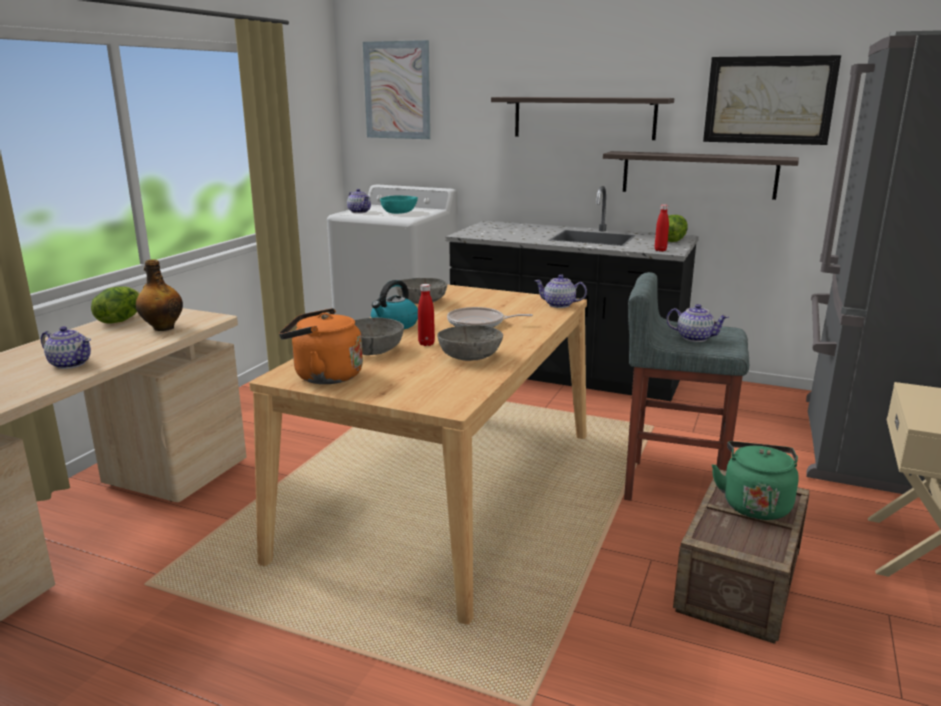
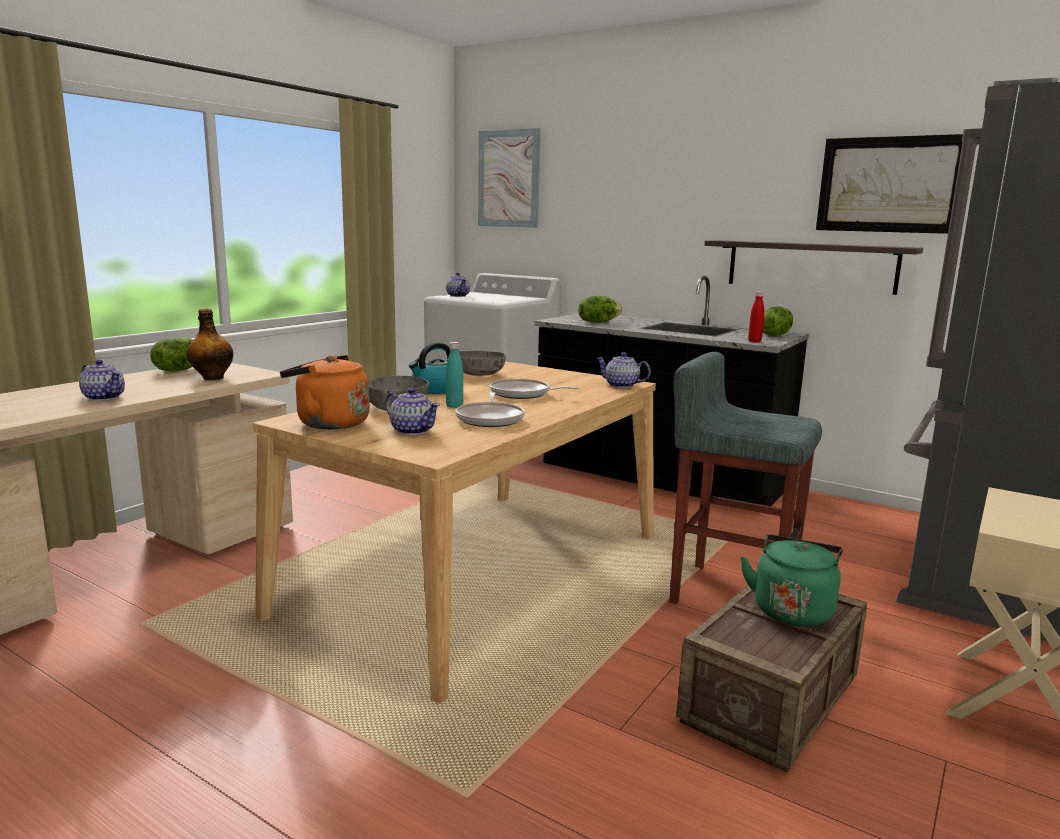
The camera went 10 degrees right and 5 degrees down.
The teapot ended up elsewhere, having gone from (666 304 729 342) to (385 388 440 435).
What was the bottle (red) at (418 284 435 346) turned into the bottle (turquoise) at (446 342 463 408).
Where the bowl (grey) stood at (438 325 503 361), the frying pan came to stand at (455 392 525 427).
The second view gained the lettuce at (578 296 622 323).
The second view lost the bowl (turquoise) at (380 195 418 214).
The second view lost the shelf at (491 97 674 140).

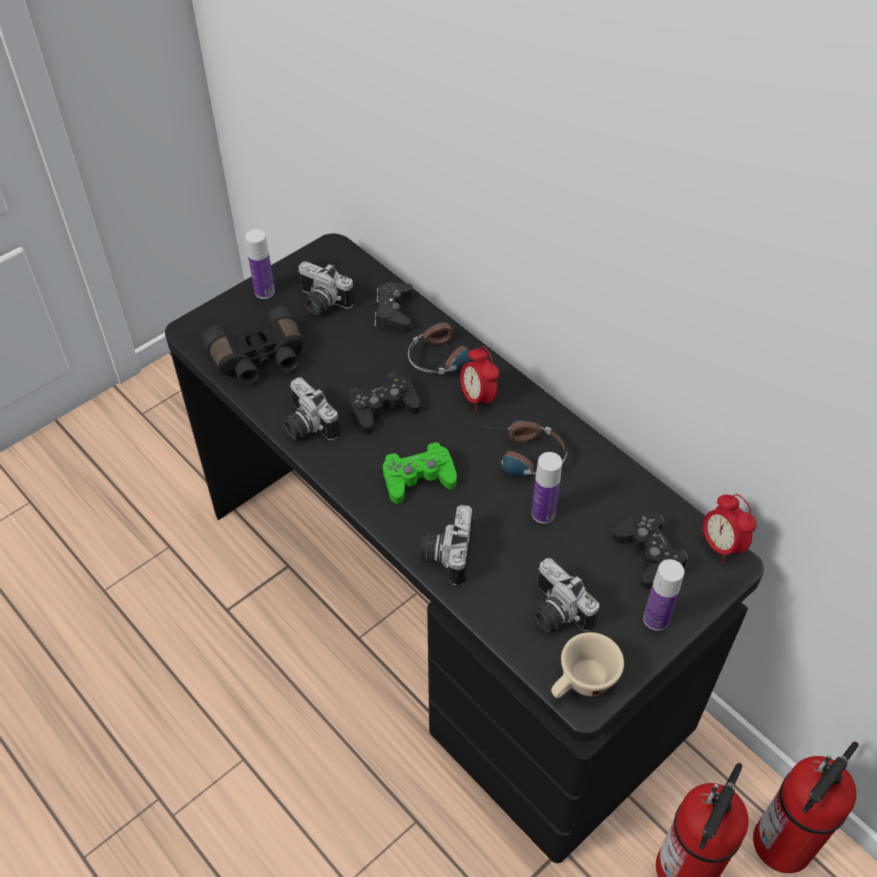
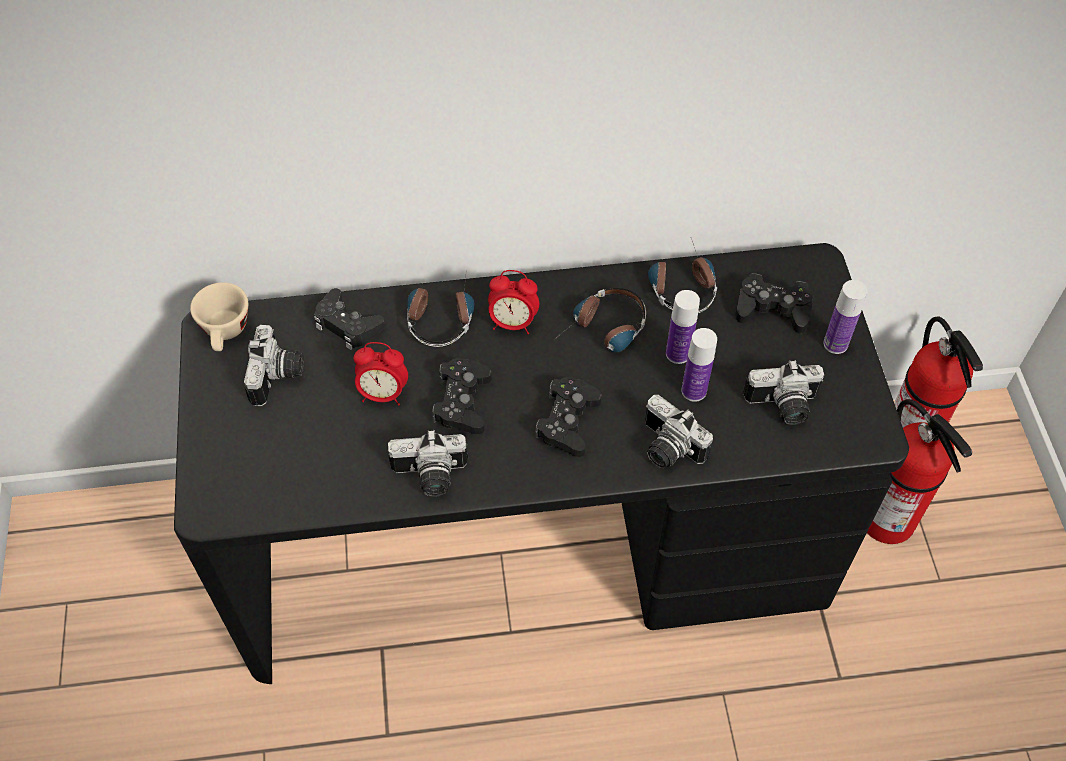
The camera went 55 degrees left and 5 degrees up.
The cup (beige) ended up elsewhere, having gone from (551 632 624 698) to (190 282 248 351).
The photo camera at (298 261 354 315) ended up facing another way, 60 degrees counterclockwise from before.
The alarm clock ended up elsewhere, having gone from (701 494 757 563) to (353 342 408 405).
What was the game controller (green) at (383 442 457 504) turned into the game controller (black) at (535 377 601 457).
The second view gained the headphones at (648 238 717 314).
The bottle ended up elsewhere, having gone from (245 229 275 299) to (681 328 717 402).
The second view lost the binoculars (black) at (202 306 303 385).

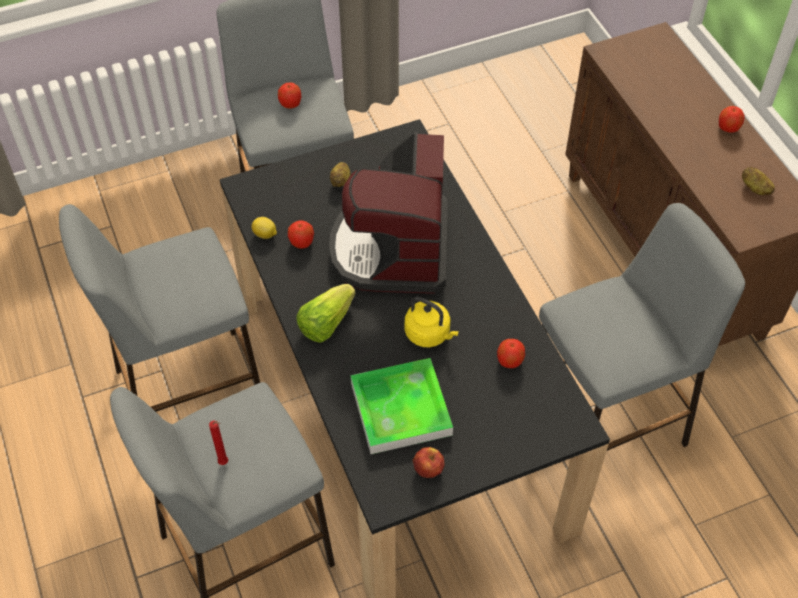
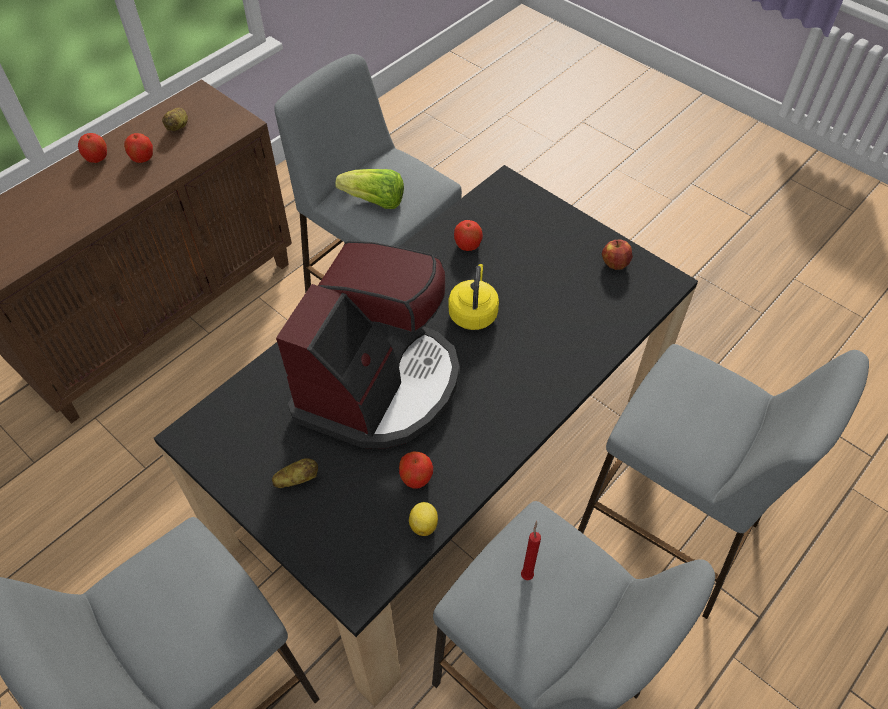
The camera went 115 degrees left and 0 degrees up.
The apple ended up elsewhere, having gone from (278 83 301 109) to (124 133 153 163).
The coffee machine at (329 132 448 294) ended up facing another way, 45 degrees counterclockwise from before.
The lettuce ended up elsewhere, having gone from (296 284 356 343) to (335 169 404 209).
The candle (red) ended up elsewhere, having gone from (209 420 228 465) to (521 521 541 580).
The second view lost the tray at (351 358 453 454).

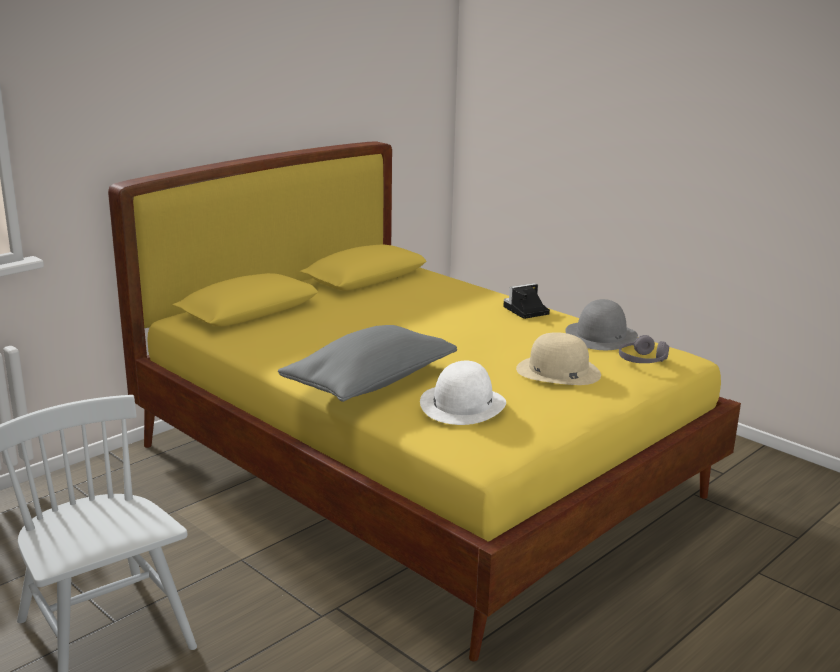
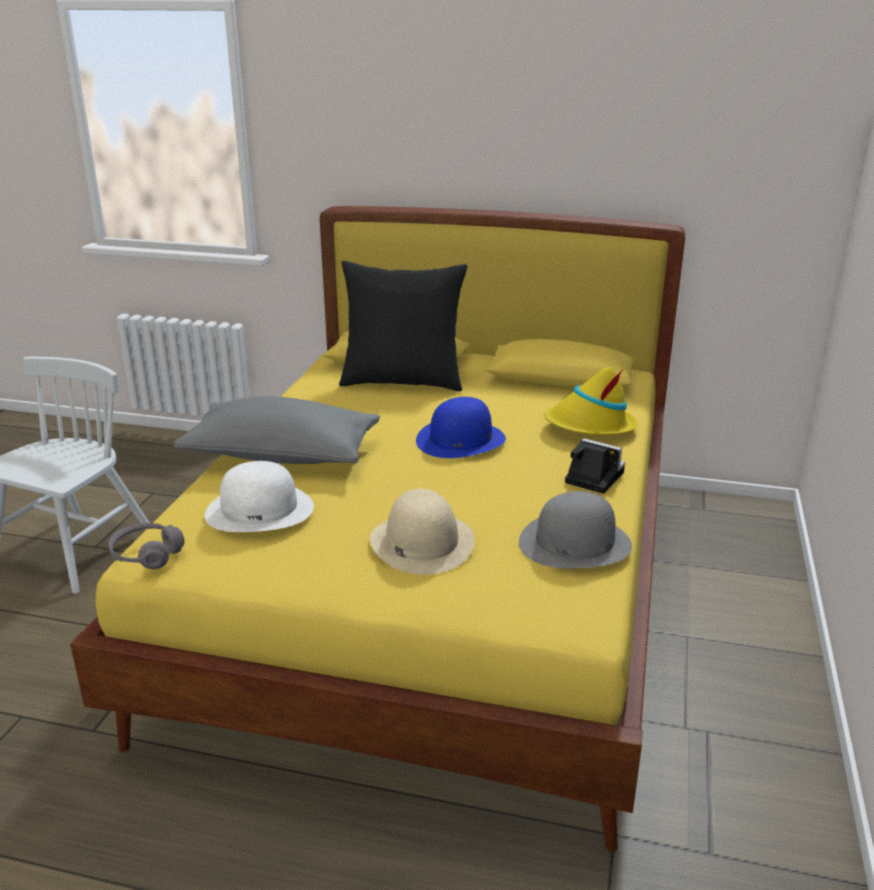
The camera went 60 degrees right and 5 degrees up.
The headphones (grey) ended up elsewhere, having gone from (619 335 669 363) to (109 523 185 569).
The second view gained the pillow (black) at (339 261 467 391).
The second view gained the hat (blue) at (416 397 506 458).
The second view gained the hat (yellow) at (544 367 637 435).

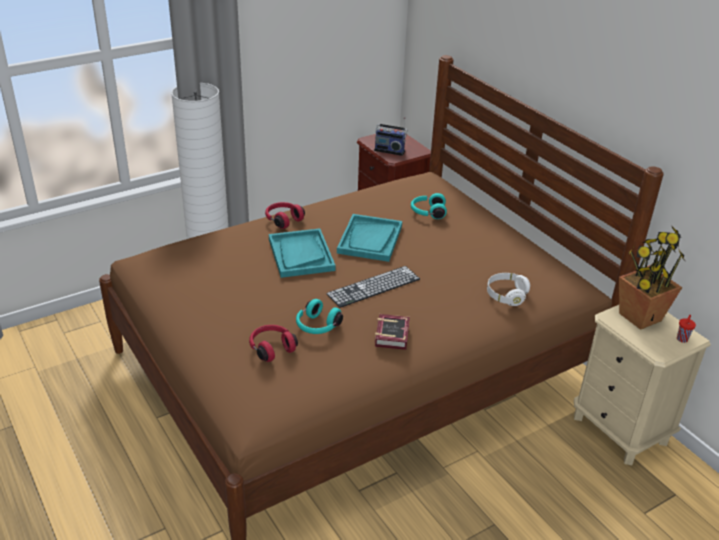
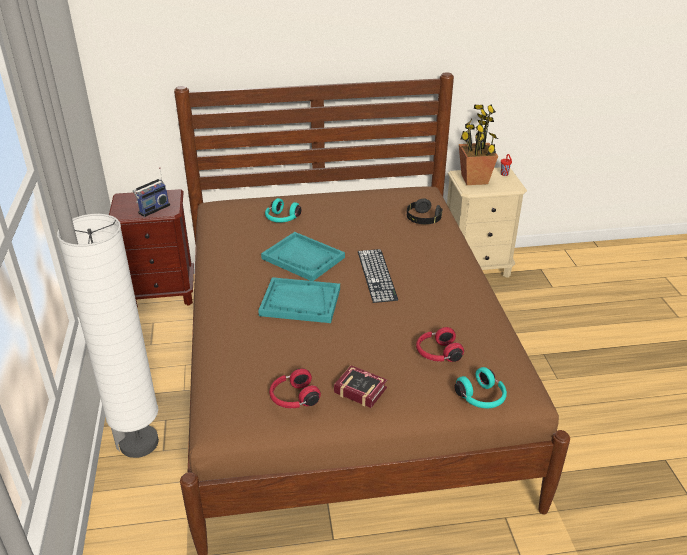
The camera went 65 degrees left and 0 degrees up.
The headphones (red) ended up elsewhere, having gone from (265 202 305 229) to (269 369 321 408).
The book ended up elsewhere, having gone from (375 314 410 350) to (334 365 387 408).
What was the headphones (white) at (487 273 530 306) turned into the headphones (black) at (407 198 442 224).
The headphones (turquoise) ended up elsewhere, having gone from (296 299 343 334) to (454 367 507 408).

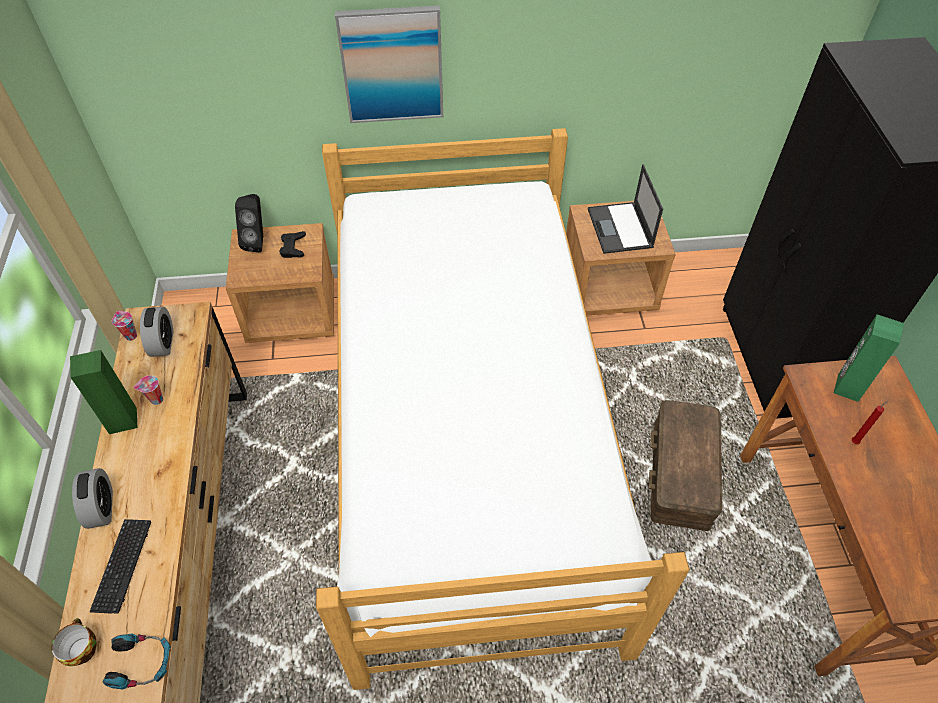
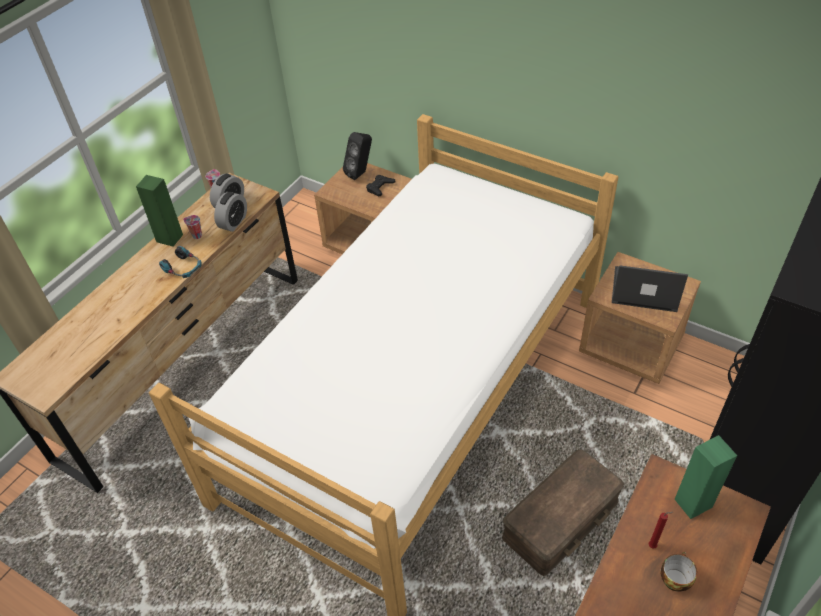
The camera went 40 degrees right and 5 degrees down.
The headphones ended up elsewhere, having gone from (103 633 171 689) to (159 246 202 278).
The alarm clock ended up elsewhere, having gone from (72 468 113 529) to (214 192 247 232).
The laptop at (588 164 663 254) ended up facing another way, 75 degrees clockwise from before.
The cup ended up elsewhere, having gone from (51 618 97 666) to (660 552 697 592).
The second view lost the keyboard at (89 519 151 614).
The second view lost the picture at (335 6 443 123).

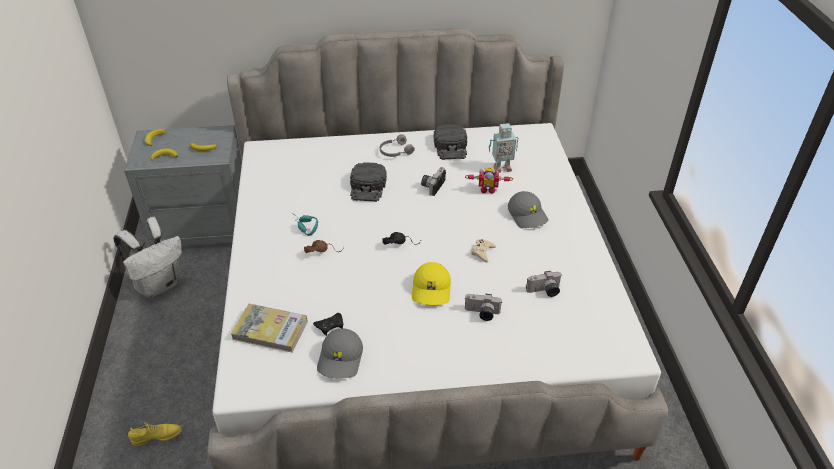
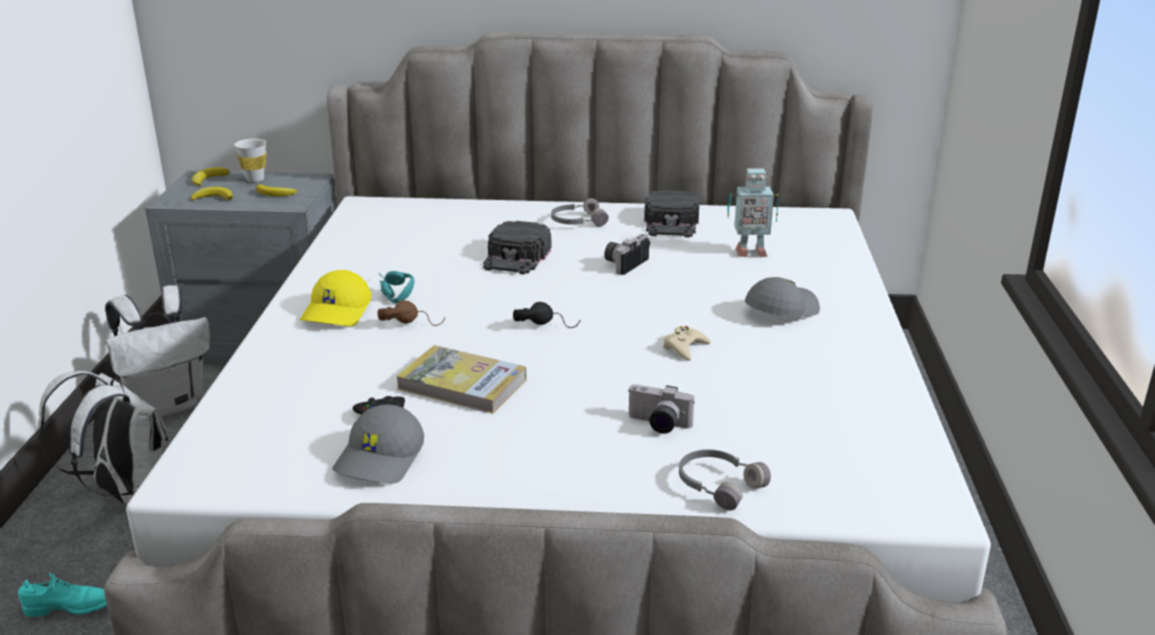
The camera went 10 degrees right and 15 degrees down.
What was the shoe (yellow) at (128 423 182 446) turned into the shoe (turquoise) at (18 573 107 617).
The second view gained the backpack (white) at (38 371 168 505).
The second view gained the cup (white) at (234 139 267 182).
The cap (yellow) ended up elsewhere, having gone from (412 262 451 305) to (299 270 371 326).
The book ended up elsewhere, having gone from (231 304 308 353) to (396 345 527 414).
The second view gained the headphones (grey) at (679 449 771 510).
The cap (grey) at (508 191 549 228) ended up facing another way, 120 degrees counterclockwise from before.
The second view lost the toy robot at (465 167 513 194).
The second view lost the photo camera at (526 271 562 297).

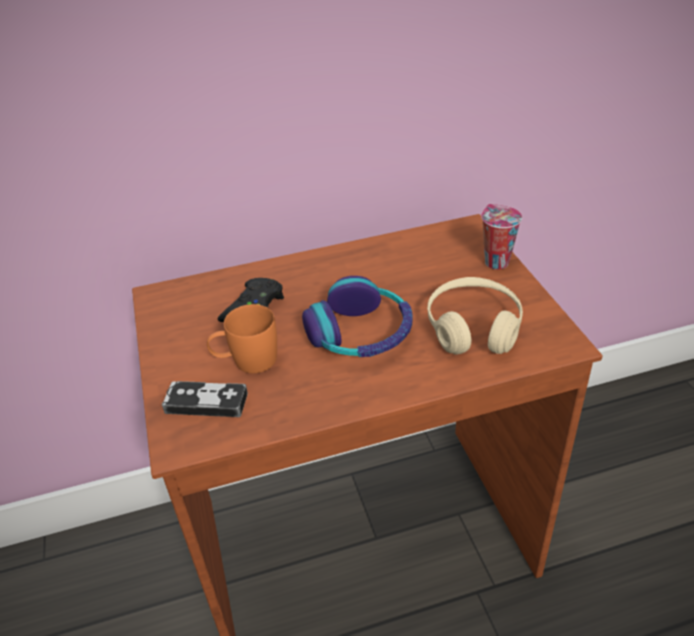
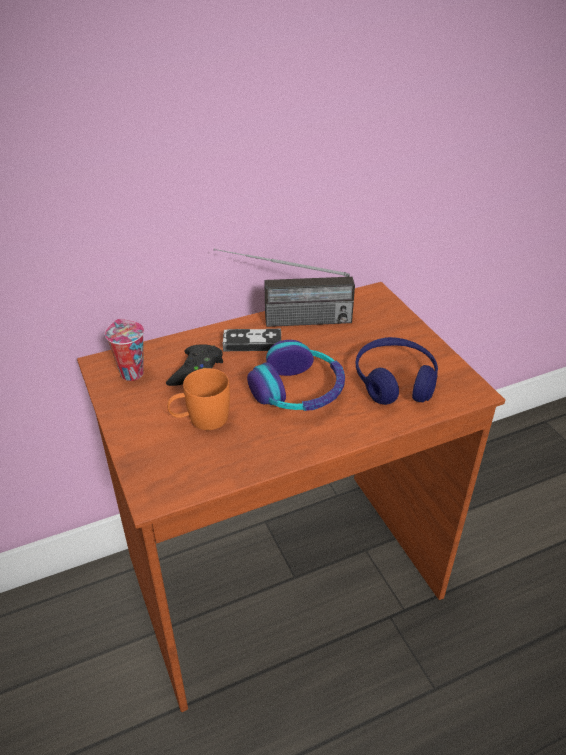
The camera went 10 degrees left and 0 degrees up.
The cup ended up elsewhere, having gone from (481 204 522 270) to (105 319 144 381).
The second view gained the radio at (214 248 355 327).
The game controller ended up elsewhere, having gone from (162 381 248 417) to (223 329 281 351).
What was the headphones (beige) at (427 277 523 355) turned into the headphones (blue) at (355 337 438 405).

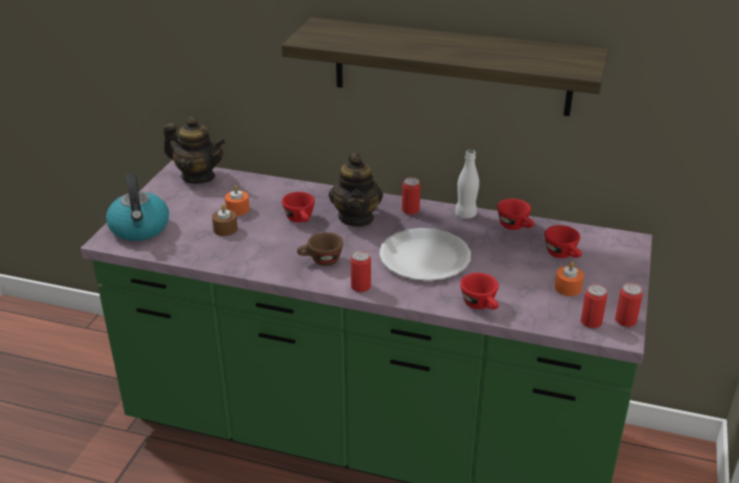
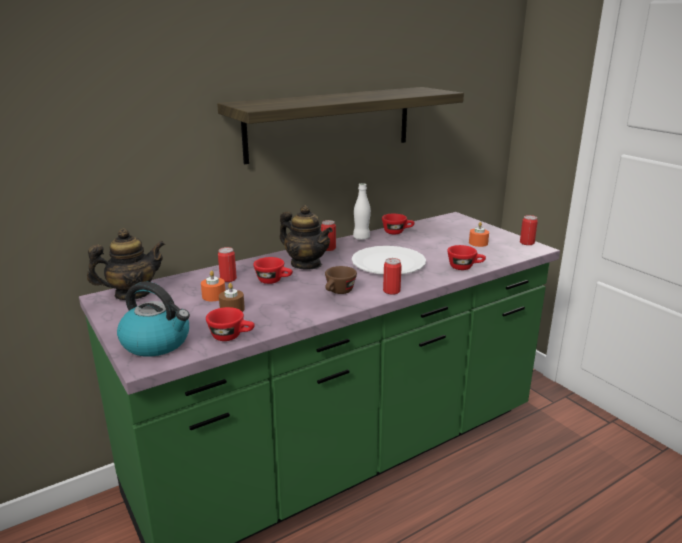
The camera went 50 degrees left and 10 degrees down.
The cup (red) ended up elsewhere, having gone from (544 225 582 258) to (206 307 255 341).
The can ended up elsewhere, having gone from (581 284 607 328) to (218 247 237 282).

